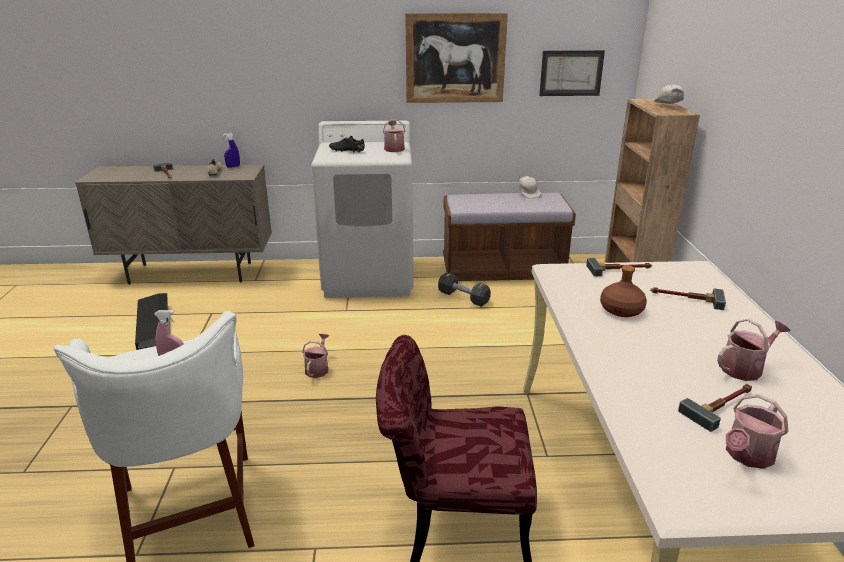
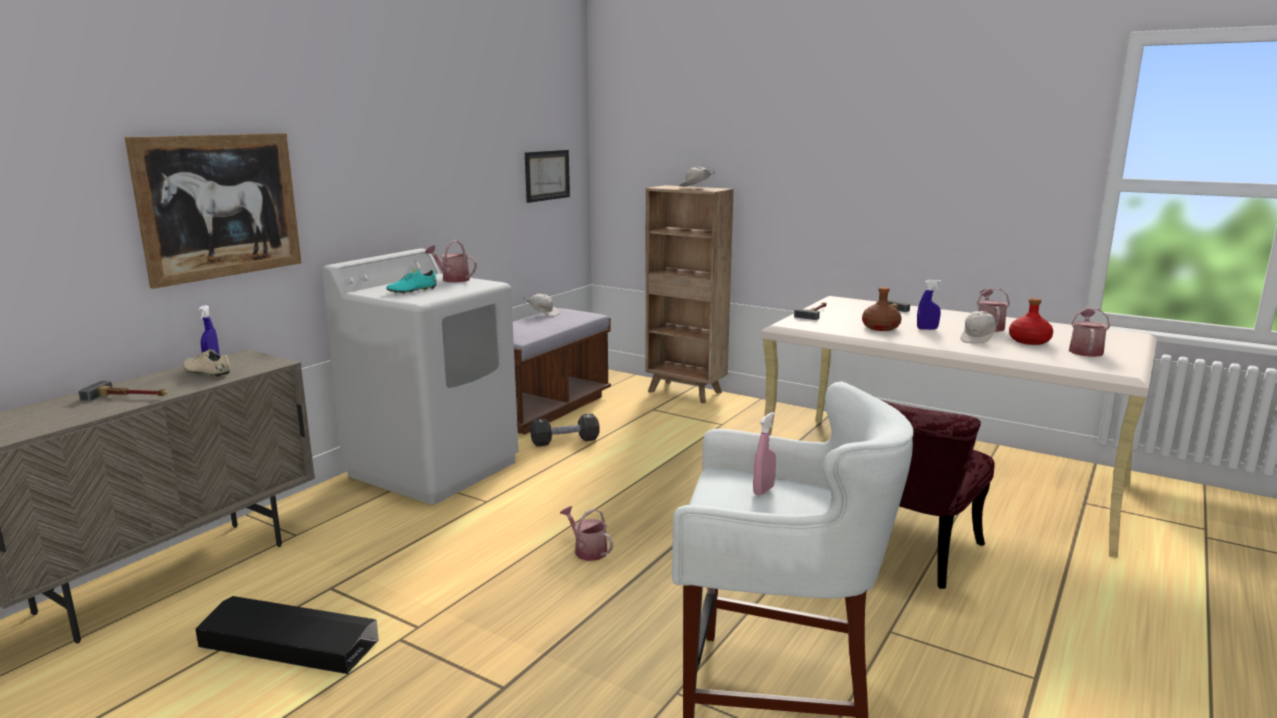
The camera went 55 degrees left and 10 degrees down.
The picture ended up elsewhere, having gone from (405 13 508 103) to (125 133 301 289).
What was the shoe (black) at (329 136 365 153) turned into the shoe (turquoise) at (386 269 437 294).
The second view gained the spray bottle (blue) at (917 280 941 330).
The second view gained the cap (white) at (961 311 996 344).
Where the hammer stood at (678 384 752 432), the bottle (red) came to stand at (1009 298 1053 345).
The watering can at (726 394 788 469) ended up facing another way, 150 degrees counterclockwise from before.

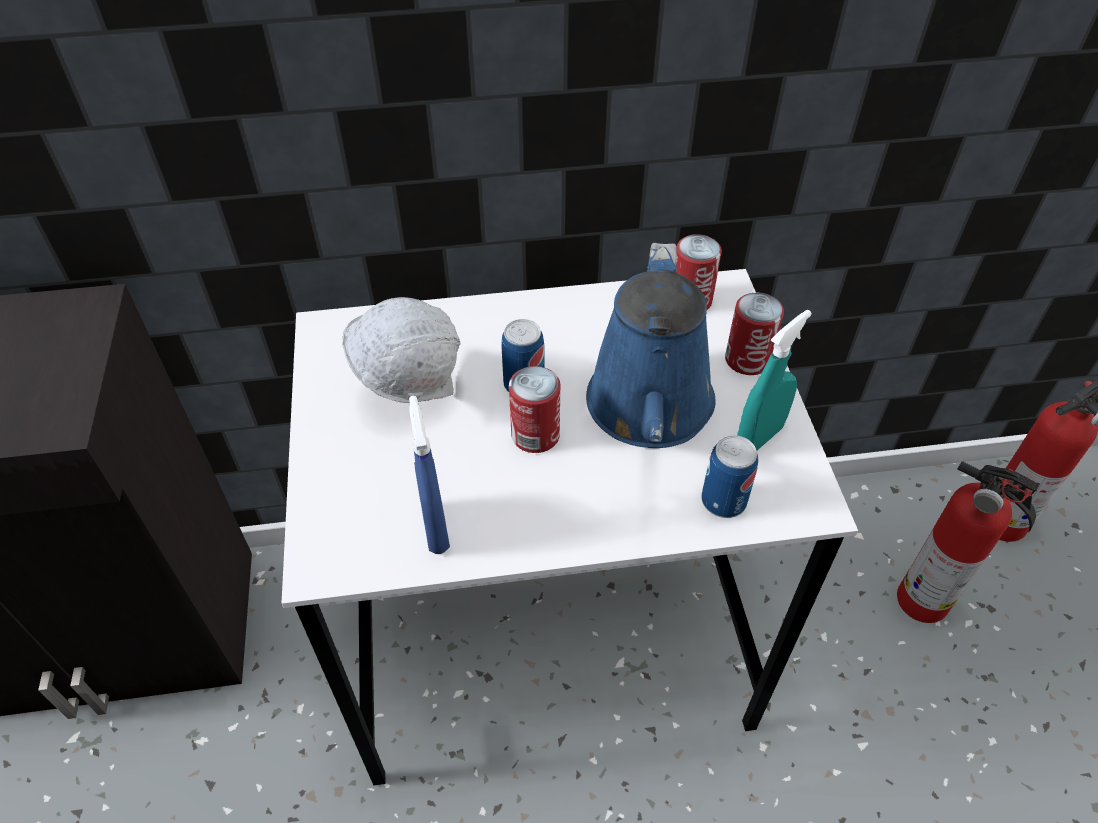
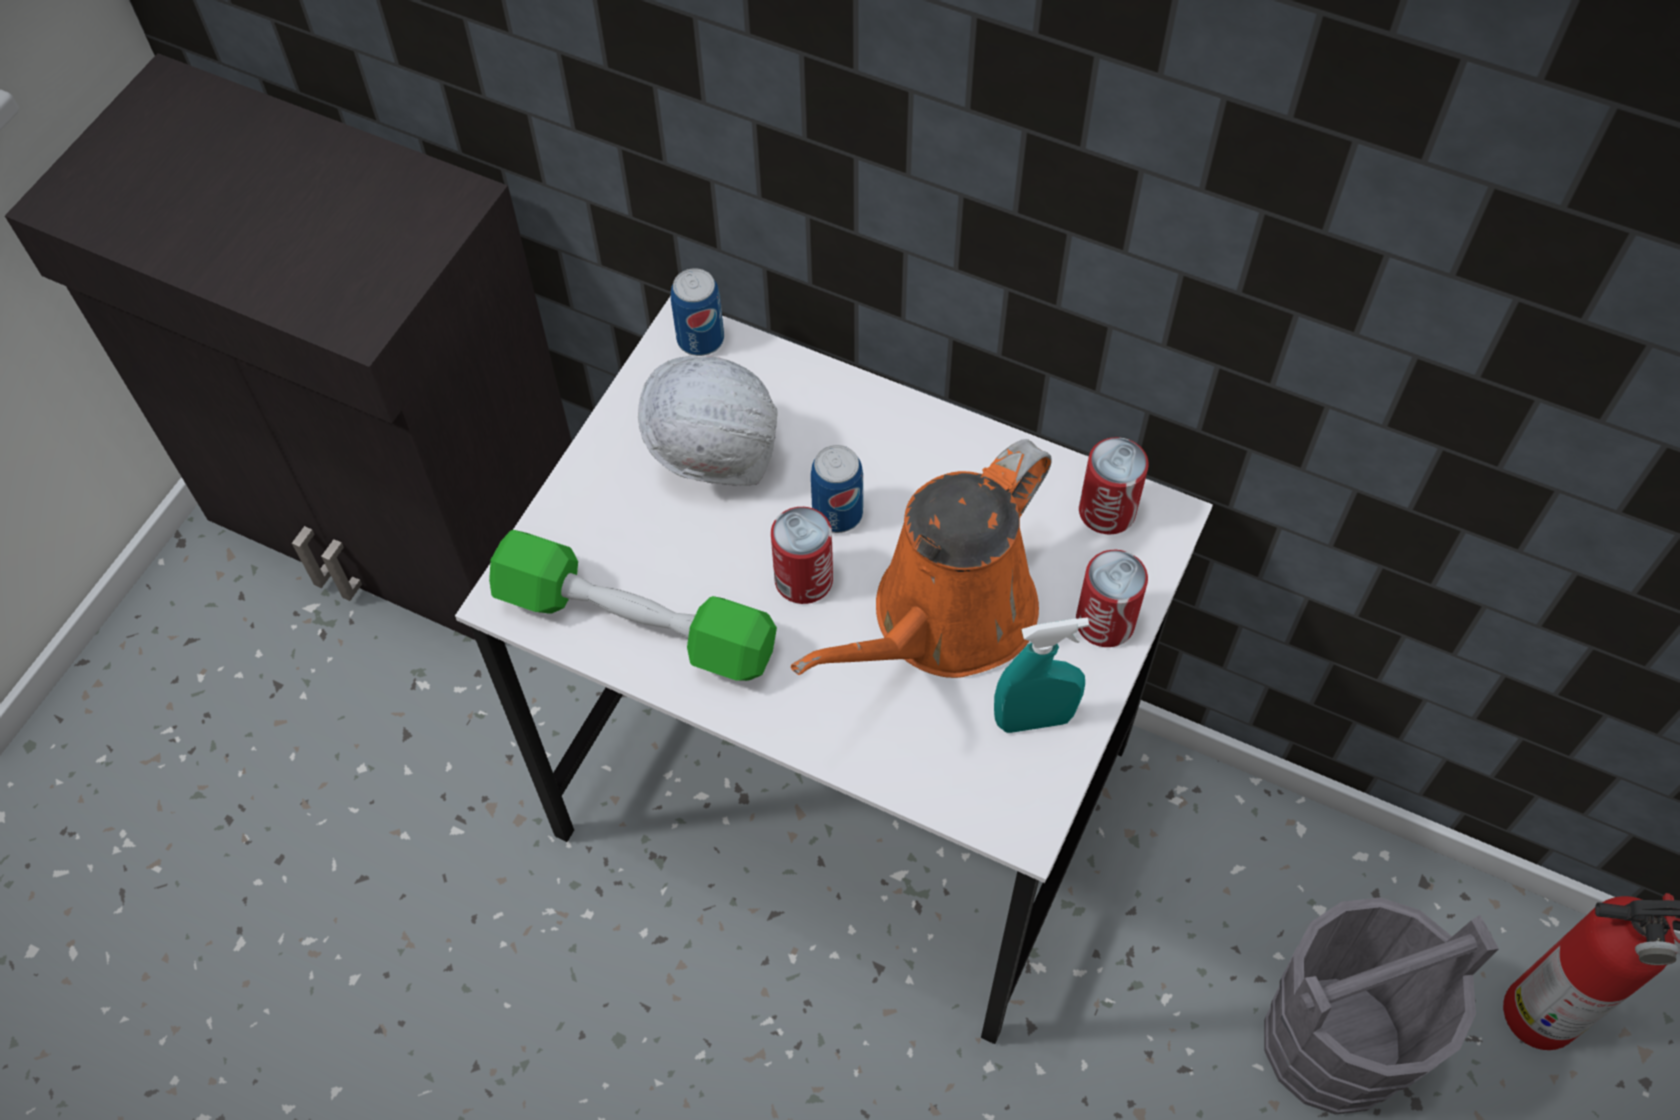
The camera went 35 degrees right and 10 degrees up.
Where the spray bottle (blue) stood at (409 396 450 554), the dumbbell (green) came to stand at (489 530 777 681).
The can ended up elsewhere, having gone from (701 435 758 518) to (671 268 724 356).
What was the watering can (blue) at (586 243 715 448) turned into the watering can (orange) at (791 439 1052 678).
Where the fire extinguisher stood at (897 461 1040 623), the bucket (grey) came to stand at (1264 897 1499 1115).

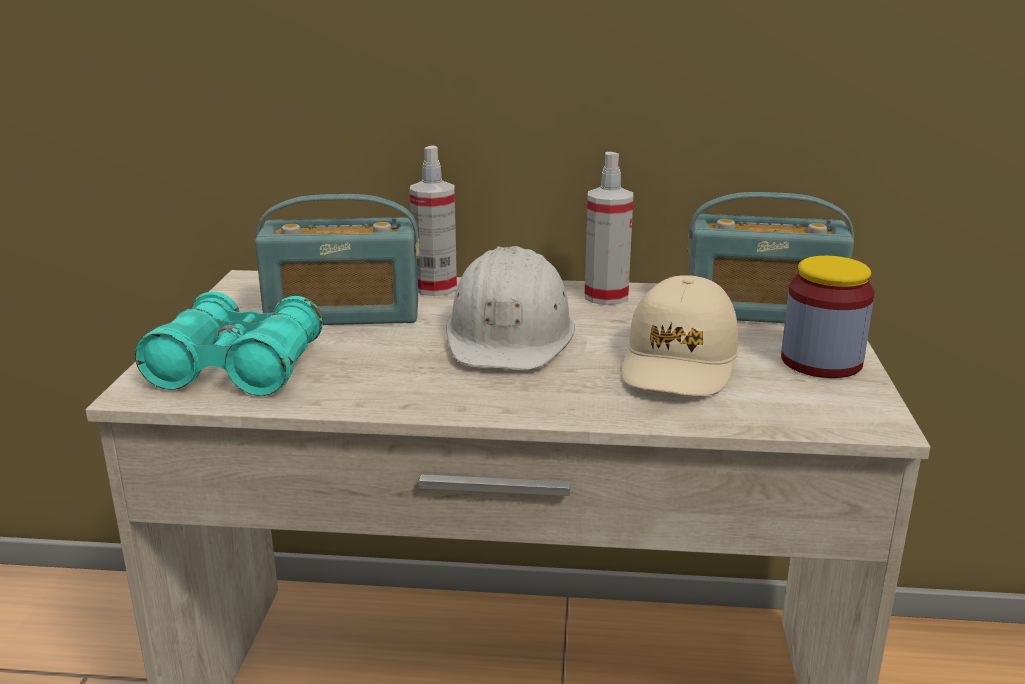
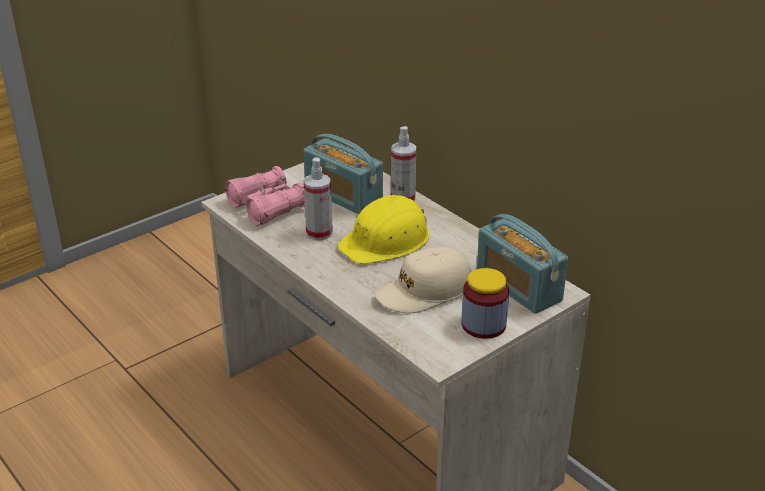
The camera went 45 degrees right and 10 degrees up.
What was the binoculars (turquoise) at (135 291 323 396) turned into the binoculars (pink) at (225 166 305 226).
The spray bottle ended up elsewhere, having gone from (584 152 633 305) to (304 158 333 240).
What was the hard hat (white) at (446 246 575 370) turned into the hard hat (yellow) at (337 195 429 264).

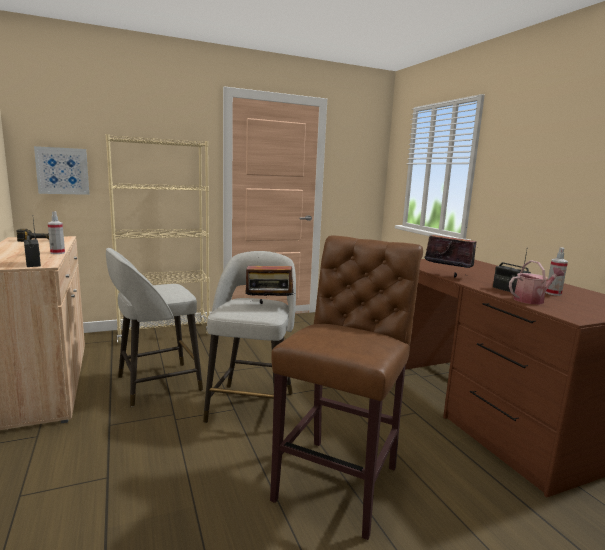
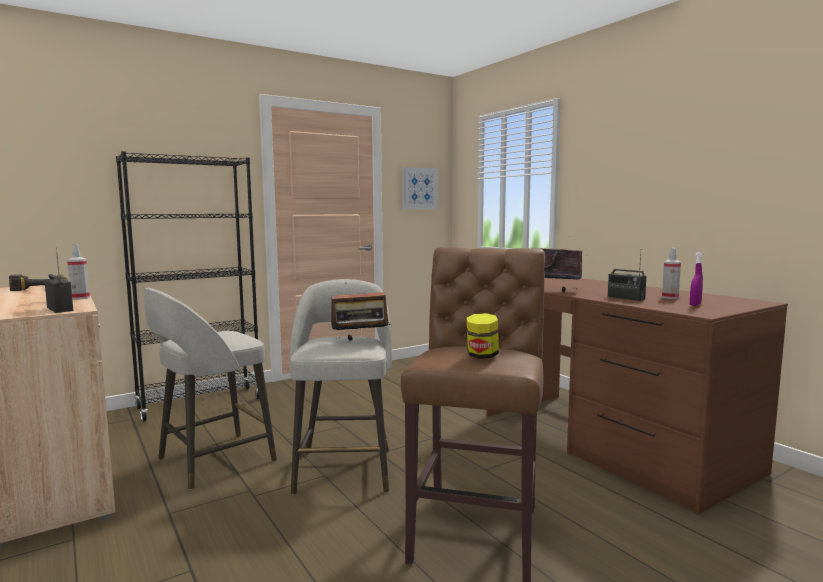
The camera went 10 degrees left and 5 degrees down.
What was the bookcase (beige) at (106 134 209 344) turned into the bookcase (black) at (116 151 260 421).
The picture ended up elsewhere, having gone from (34 146 89 195) to (402 167 438 210).
The second view gained the jar at (466 313 499 359).
The second view gained the spray bottle (purple) at (690 252 703 306).
The second view lost the watering can at (509 260 564 305).

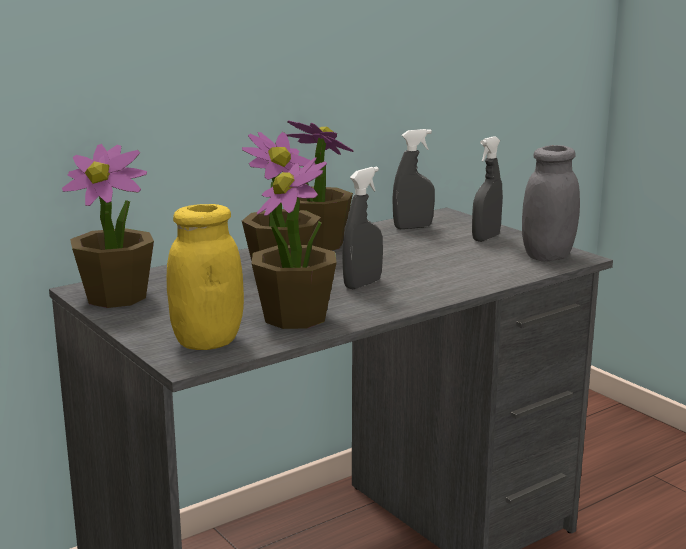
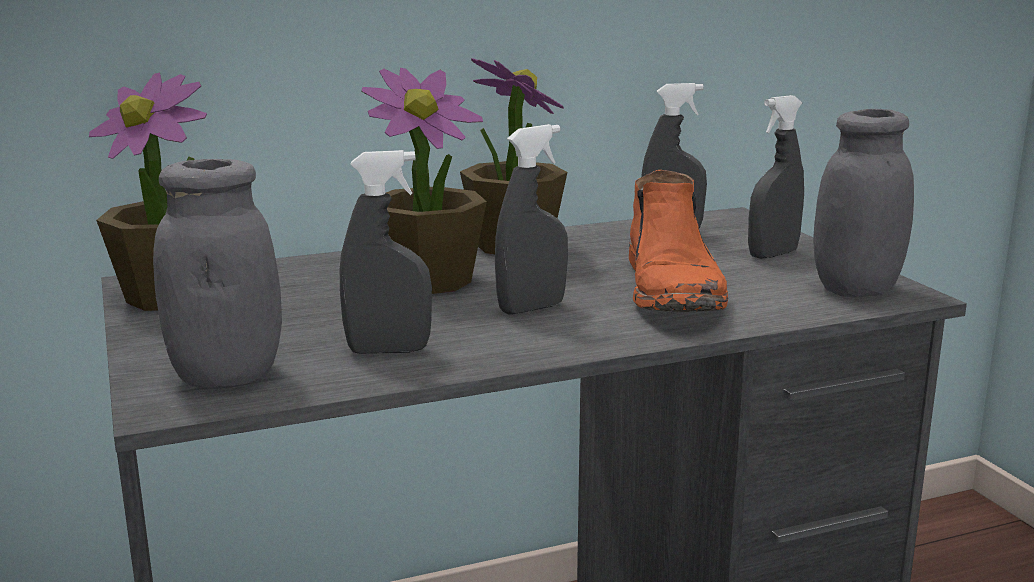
The camera went 15 degrees right and 0 degrees up.
What was the jar (yellow) at (167 204 244 350) turned into the jar (grey) at (153 159 282 389).
Where the potted plant stood at (251 157 337 329), the spray bottle (grey) came to stand at (340 150 432 354).
The second view gained the boot (orange) at (629 170 728 312).

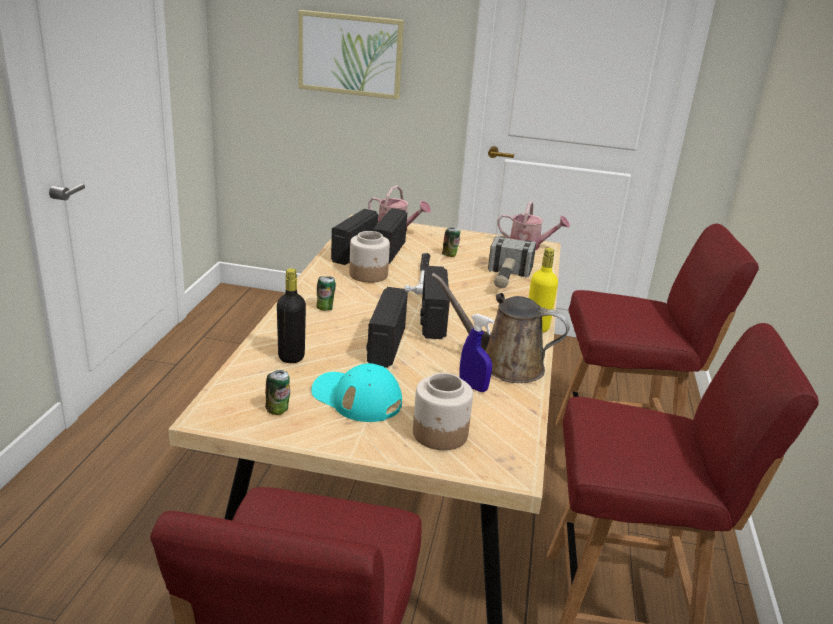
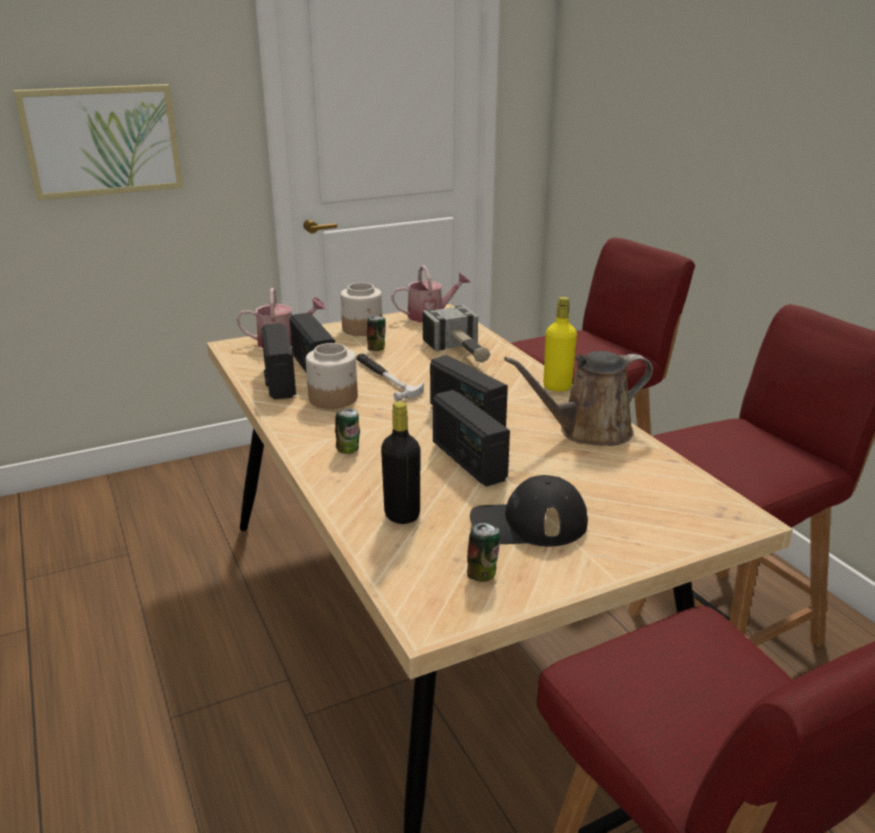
The camera went 35 degrees left and 0 degrees up.
The jar ended up elsewhere, having gone from (413 373 473 450) to (340 283 382 336).
What was the cap (turquoise) at (311 363 402 422) turned into the cap (black) at (470 475 588 547).
The second view lost the spray bottle (blue) at (459 313 494 392).

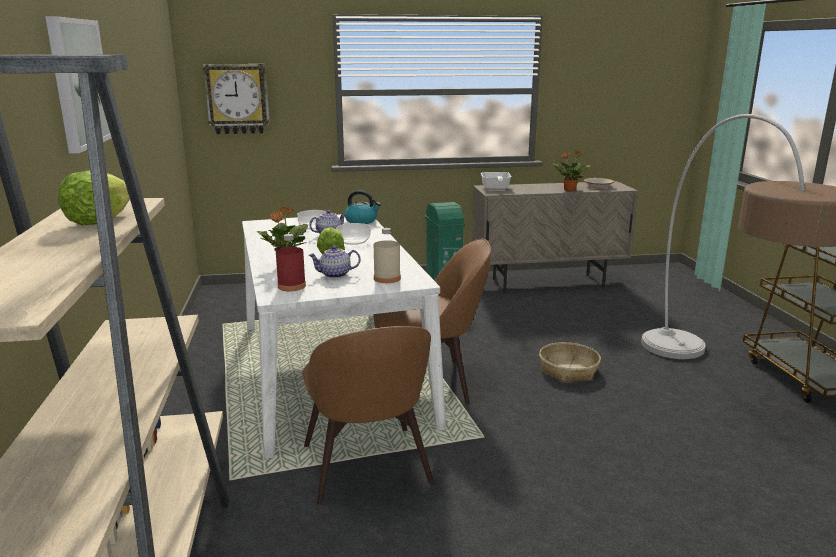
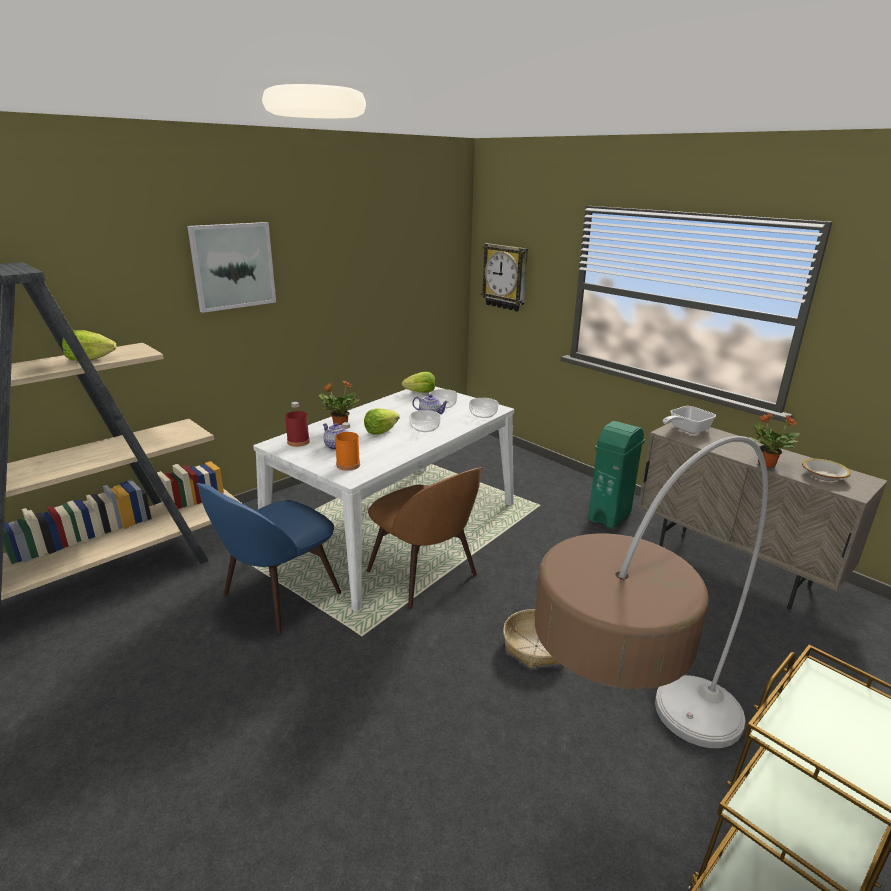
The camera went 55 degrees right and 5 degrees up.
What was the chair (brown) at (302 326 434 504) turned into the chair (blue) at (196 483 341 634).
What was the bottle (beige) at (374 228 401 283) turned into the bottle (orange) at (335 422 360 471).
The second view gained the lettuce at (402 372 435 393).
Where the kettle stood at (345 190 381 224), the bowl came to stand at (469 398 499 418).

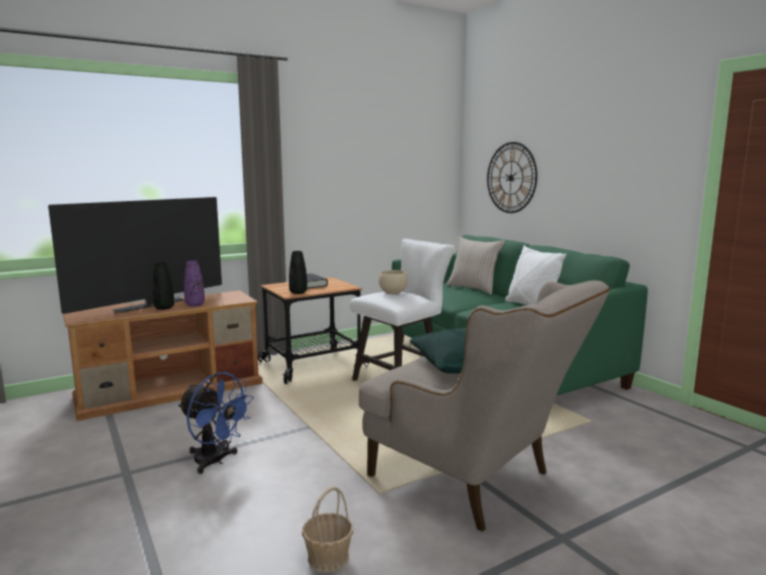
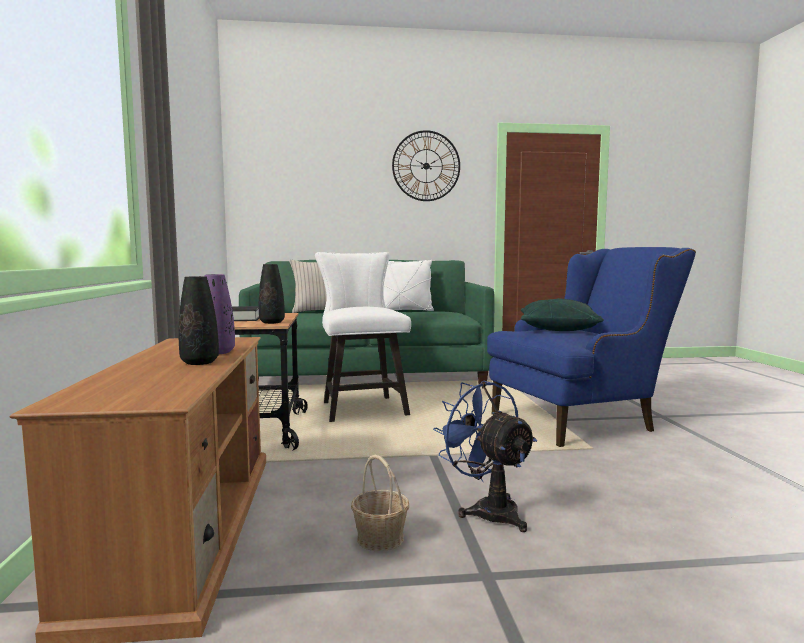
The camera went 65 degrees left and 5 degrees down.
The basket ended up elsewhere, having gone from (302 487 353 572) to (351 455 409 551).
The wall clock ended up elsewhere, having gone from (487 142 537 213) to (392 130 460 201).
The fan (blue) at (178 372 254 474) ended up facing another way, 90 degrees counterclockwise from before.
What was the armchair (beige) at (358 280 610 532) turned into the armchair (blue) at (487 247 696 447).
The second view lost the television at (48 197 222 314).
The second view lost the bowl (beige) at (378 270 408 294).

